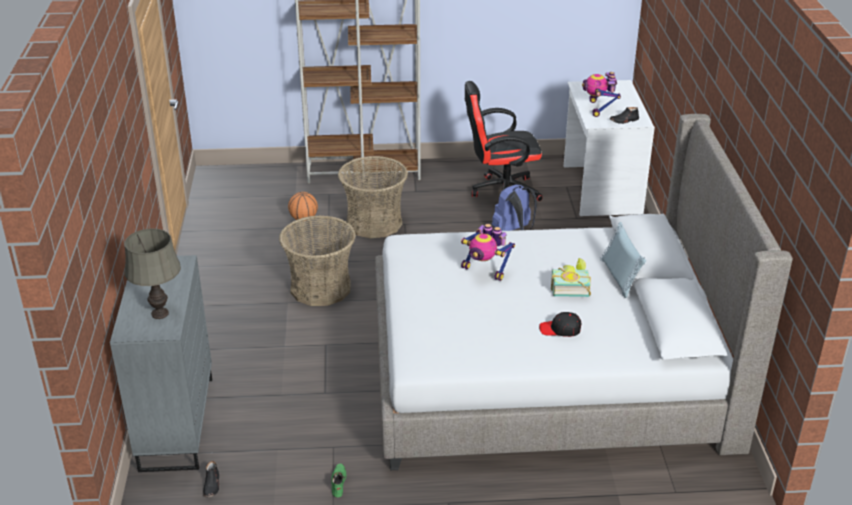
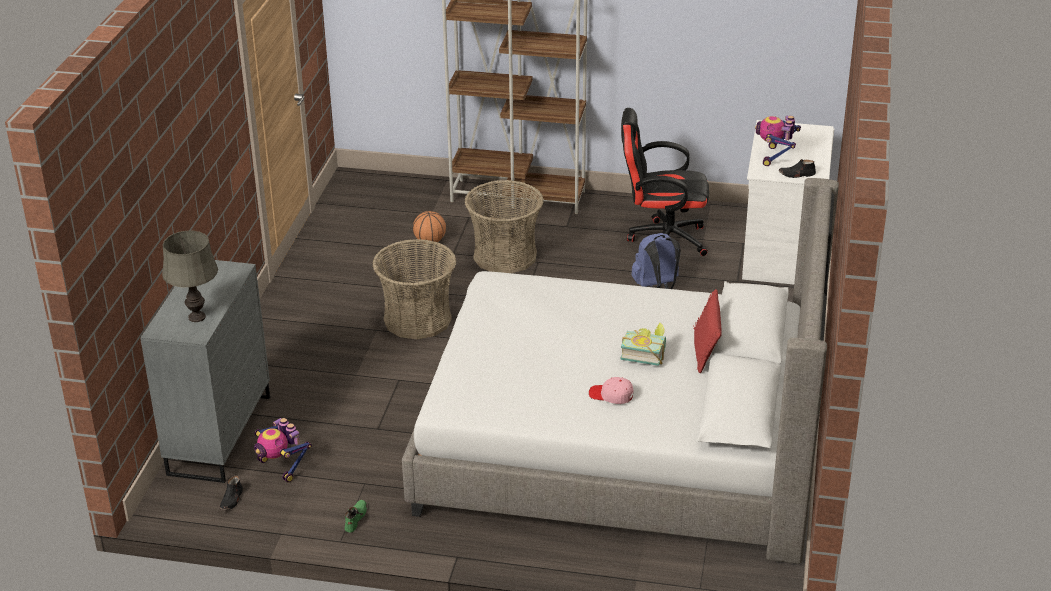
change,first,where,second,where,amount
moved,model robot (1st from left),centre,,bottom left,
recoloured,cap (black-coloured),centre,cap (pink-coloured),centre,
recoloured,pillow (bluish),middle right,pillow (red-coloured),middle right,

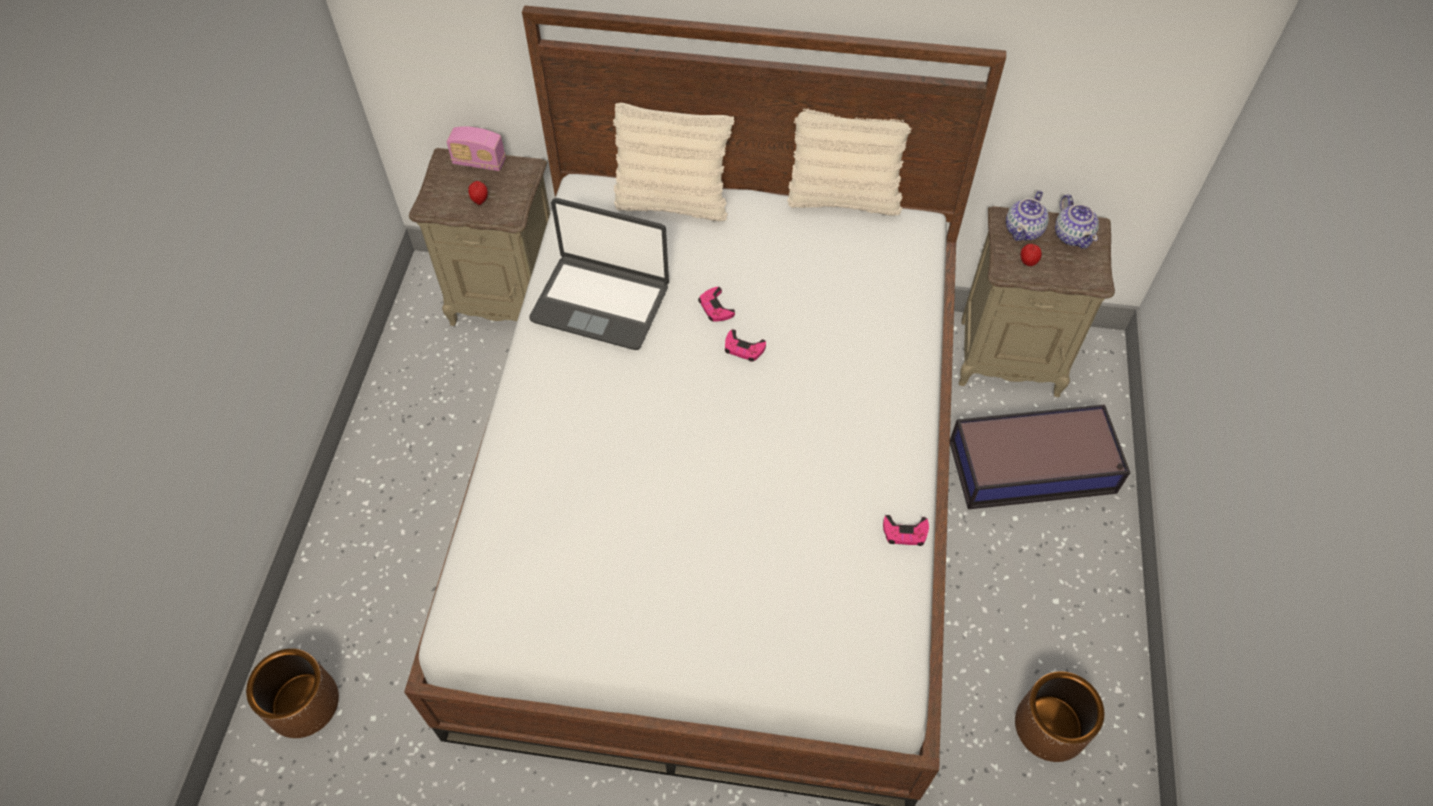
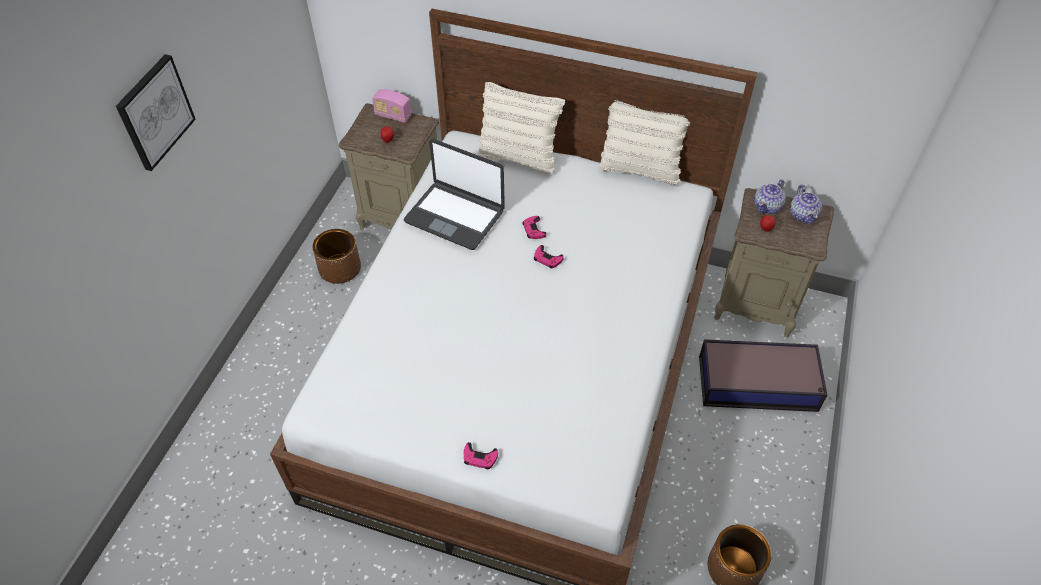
change,first,where,second,where,amount
added,,,wall picture,top left,
moved,planter (brown) (1st from left),bottom left,,middle left,
moved,game controller (pink-coloured) (3rd from left in the first image),centre,game controller (pink-coloured) (1st from left),bottom centre,

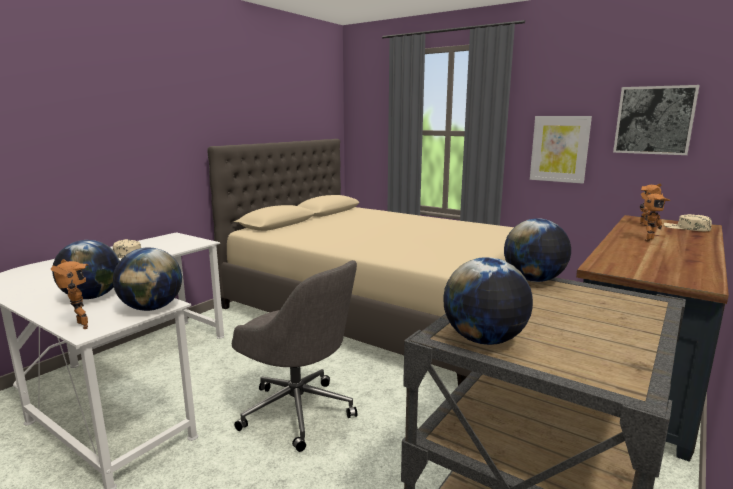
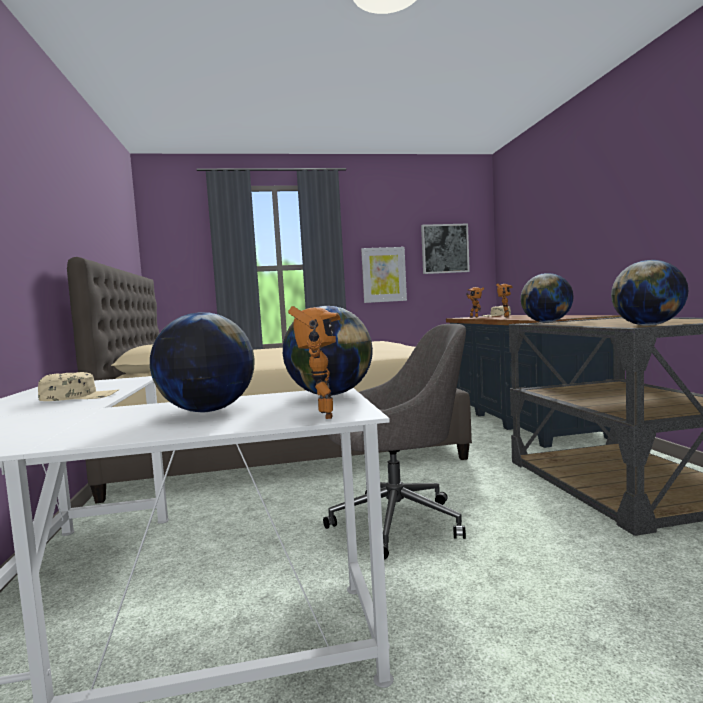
change,first,where,second,where,amount
turned,model robot (1st from left),middle left,,centre,75 degrees clockwise

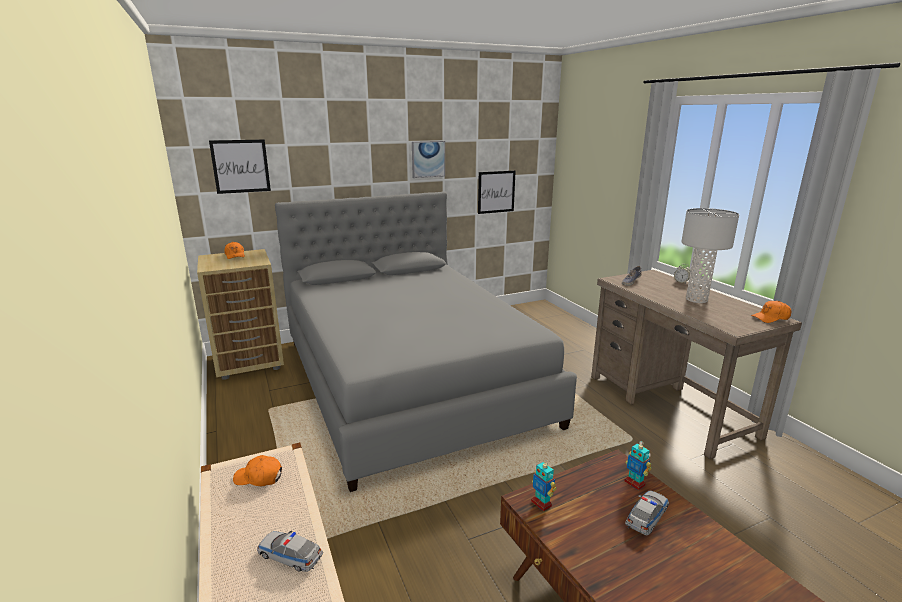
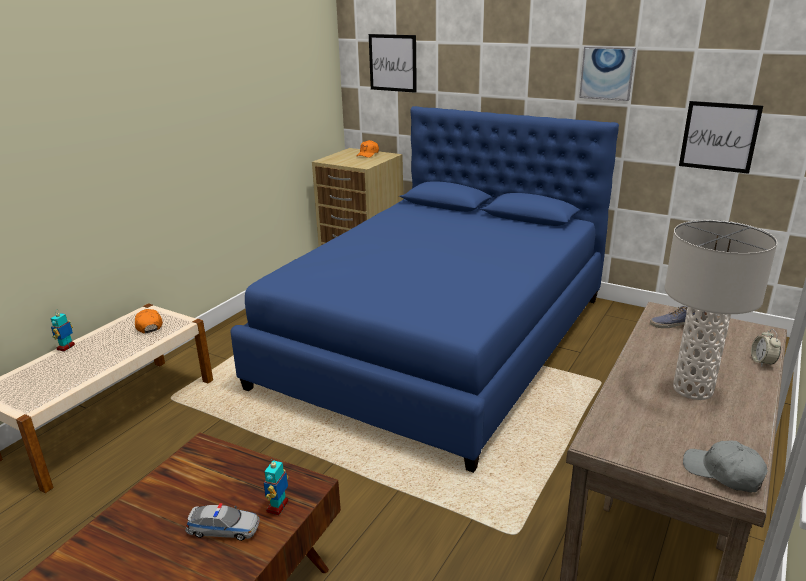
change,first,where,second,where,amount
removed,toy car (1st from left),bottom left,,,
moved,model robot (1st from left),bottom centre,,middle left,
recoloured,bed (greyish),centre,bed (bluish),centre,
recoloured,cap (orange-coloured) (3rd from left),middle right,cap (greyish),bottom right,

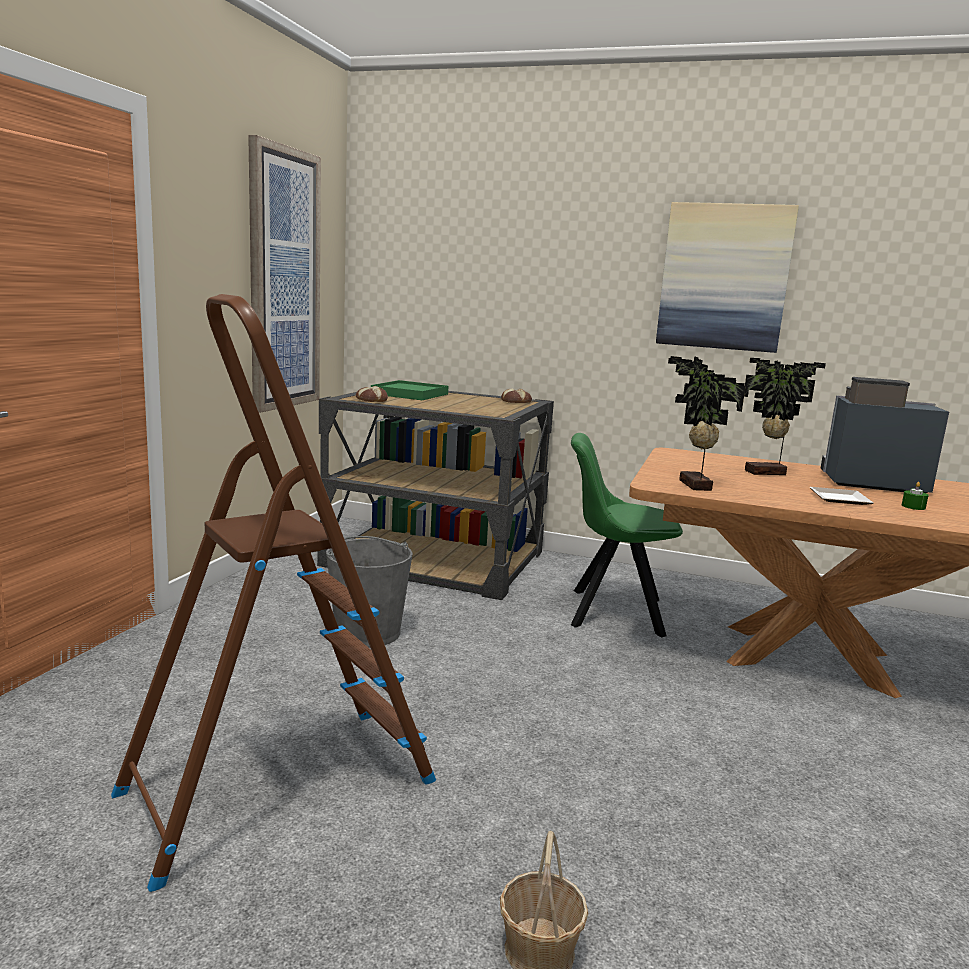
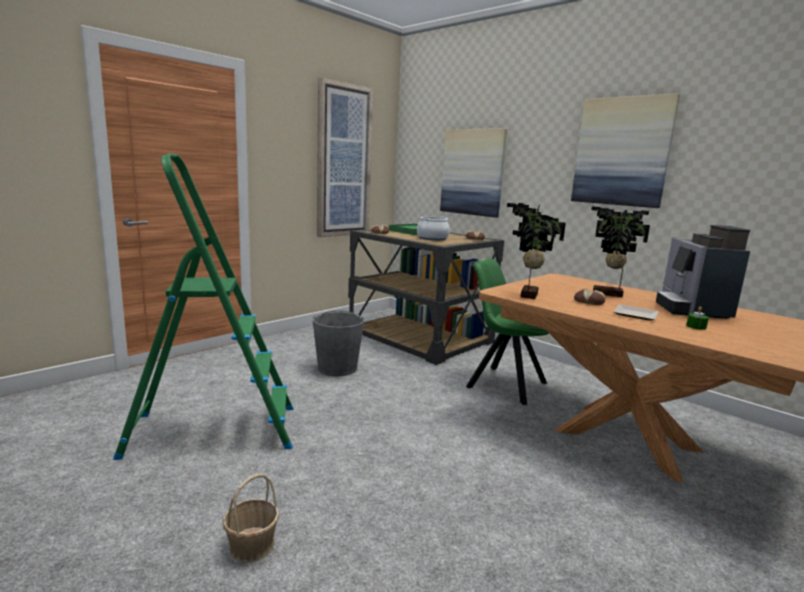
change,first,where,second,where,amount
added,,,cooking pot,centre,
added,,,wall picture (2nd from left),top centre,
added,,,bakery bread (3rd from left),middle right,
recoloured,stepladder (brown),middle left,stepladder (green),middle left,
turned,coffee brewer,middle right,,middle right,120 degrees counterclockwise

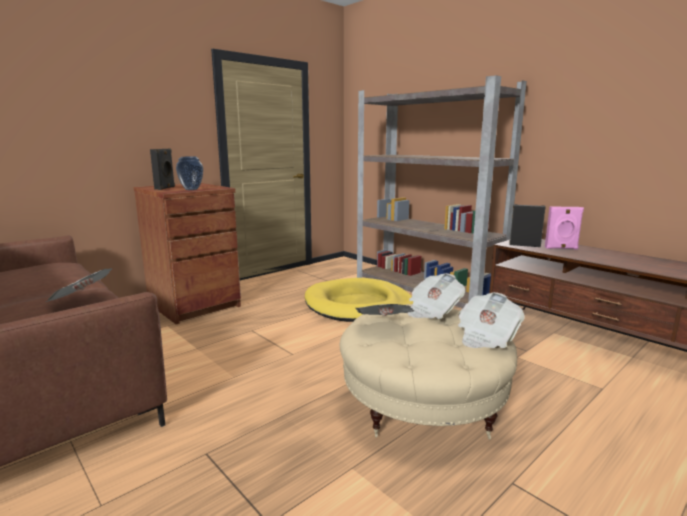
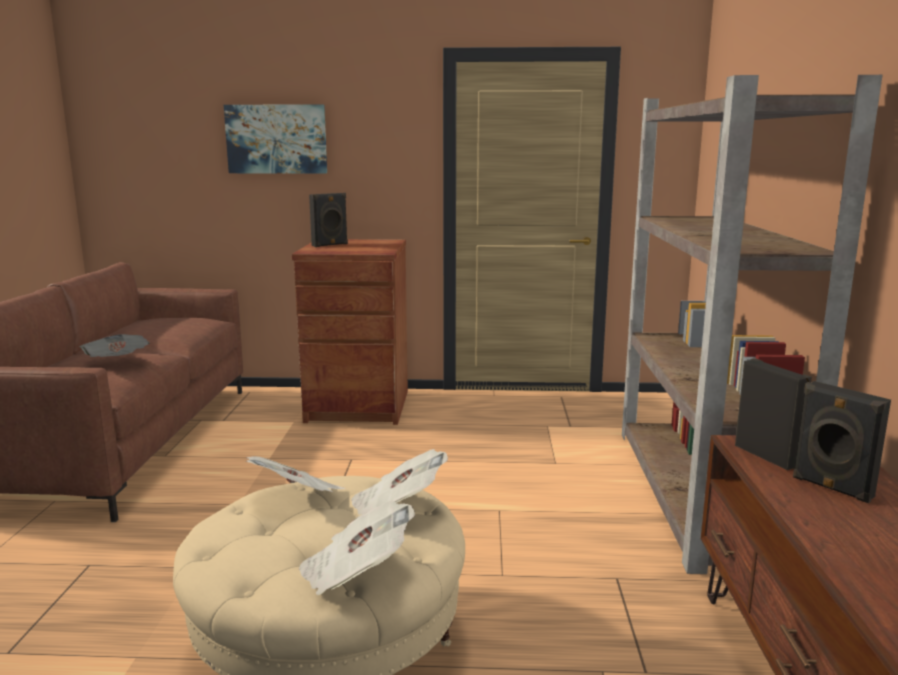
change,first,where,second,where,amount
removed,decorative vase,middle left,,,
removed,dog cushion (yellow-coloured),centre,,,
added,,,wall picture,top left,
recoloured,speaker (pink-coloured),middle right,speaker (black-coloured) (3rd from left),middle right,

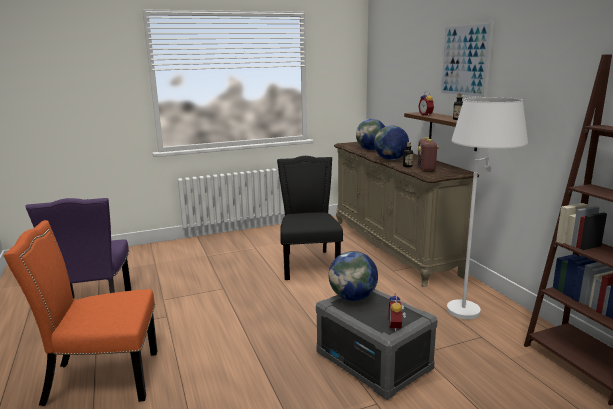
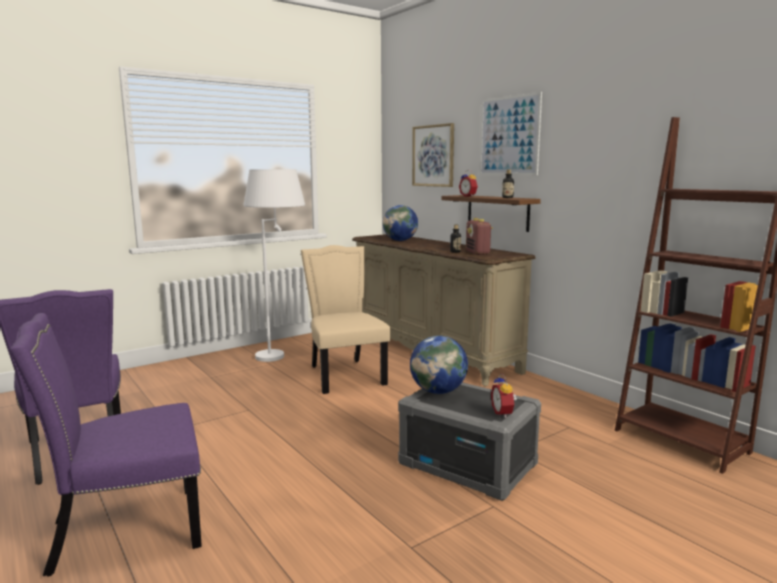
change,first,where,second,where,amount
removed,desk globe (3rd from left),centre,,,
added,,,wall picture (1st from left),top centre,
moved,standing lamp (white-coloured),middle right,,centre,
recoloured,chair (orange-coloured),bottom left,chair (purplish) (2nd from left),bottom left,
recoloured,chair (black-coloured),centre,chair (beige),centre,

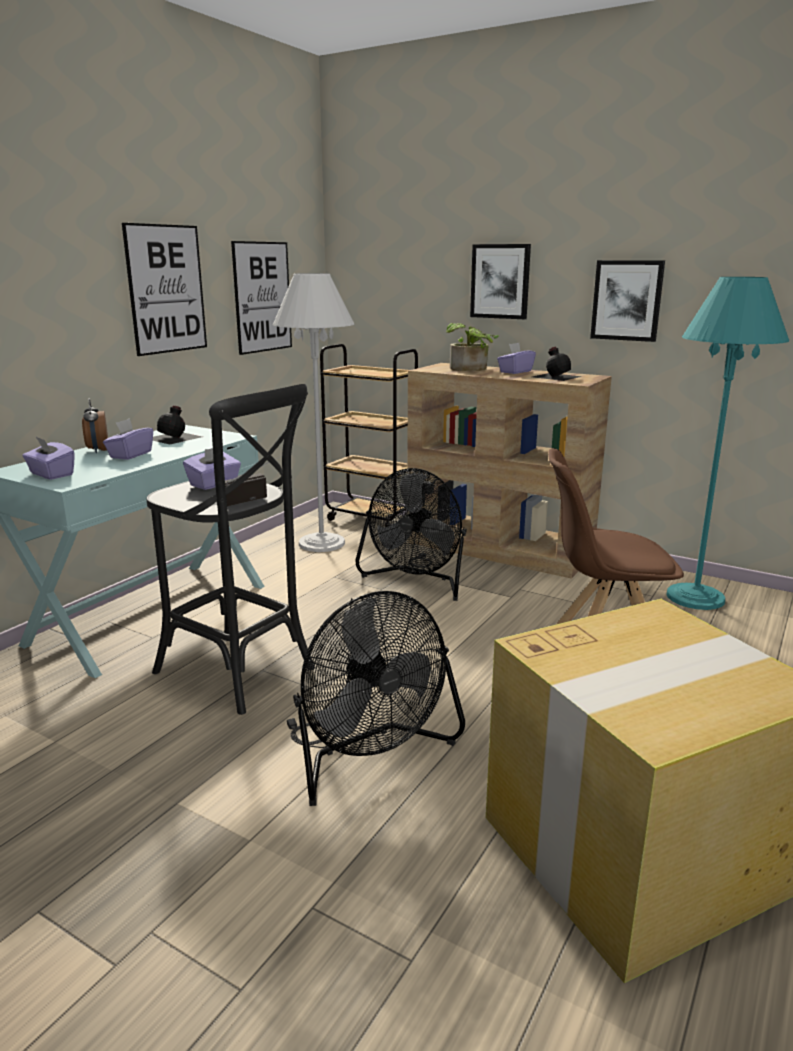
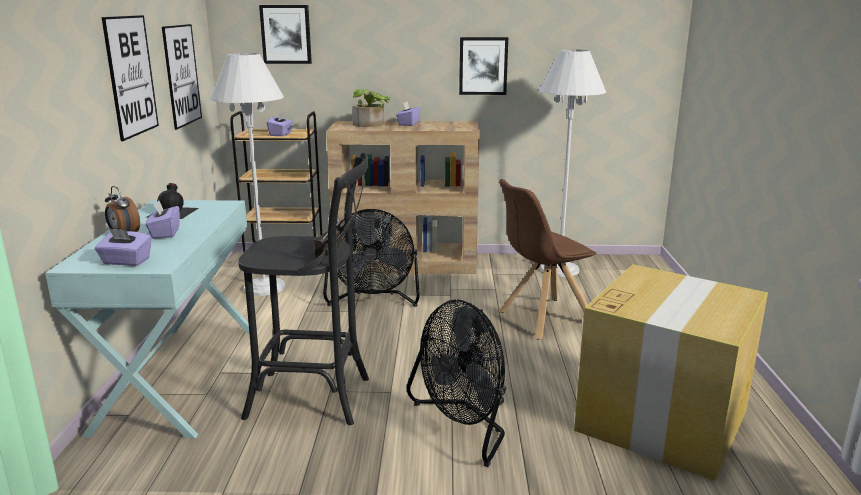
change,first,where,second,where,amount
removed,bottle (black-coloured) (2nd from left),middle right,,,
moved,box of tissues (purplish) (3rd from left),middle left,,top left,
moved,wall picture (3rd from left),top centre,,top left,
recoloured,standing lamp (turquoise-coloured),middle right,standing lamp (white-coloured) (2nd from left),top centre,
turned,fan (black-coloured) (1st from left in the first image),centre,fan (black-coloured) (2nd from left),bottom centre,120 degrees clockwise

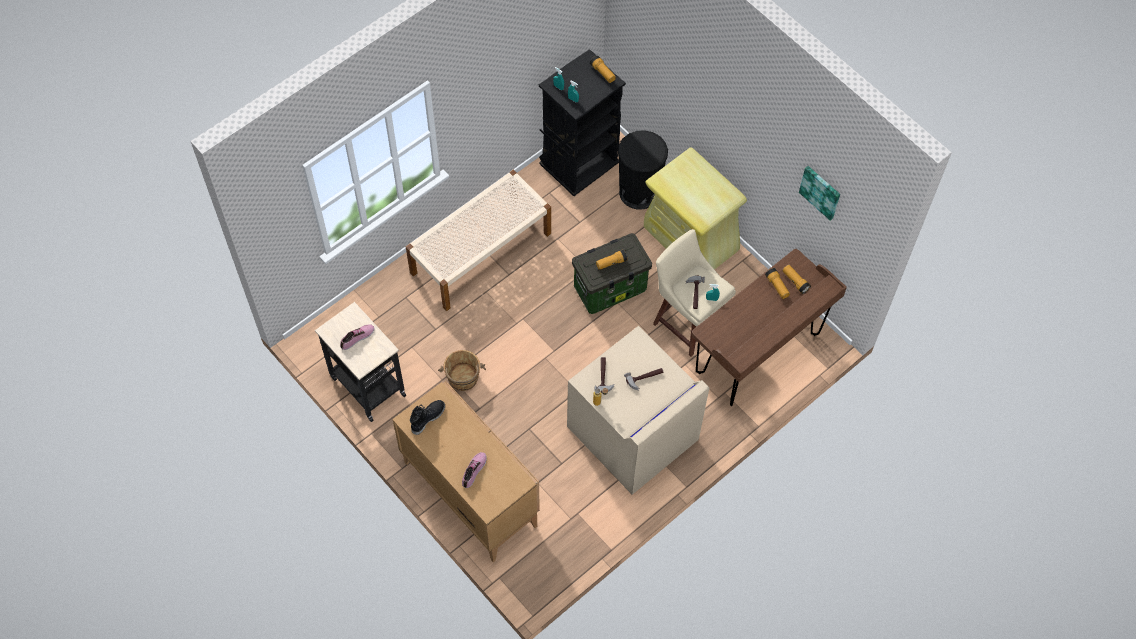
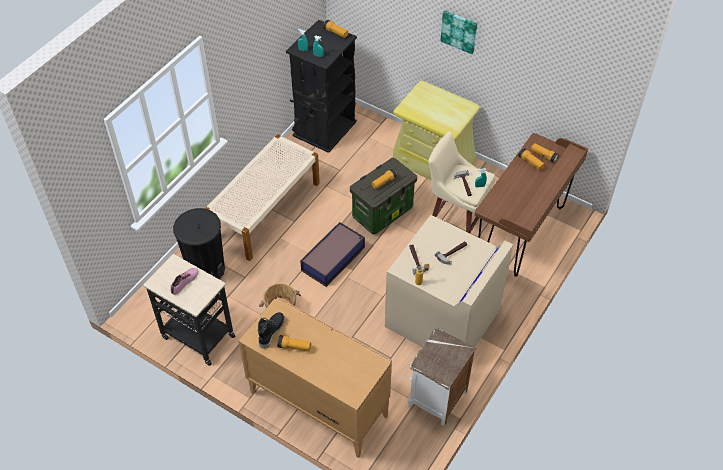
change,first,where,second,where,amount
removed,shoe (2nd from left),bottom centre,,,
added,,,torch (1st from left),bottom centre,
added,,,storage bin (1st from left),centre,
added,,,night table (white-coloured),bottom centre,
moved,rubbish bin (black-coloured),top centre,,middle left,
moved,wall picture,top right,,top centre,

